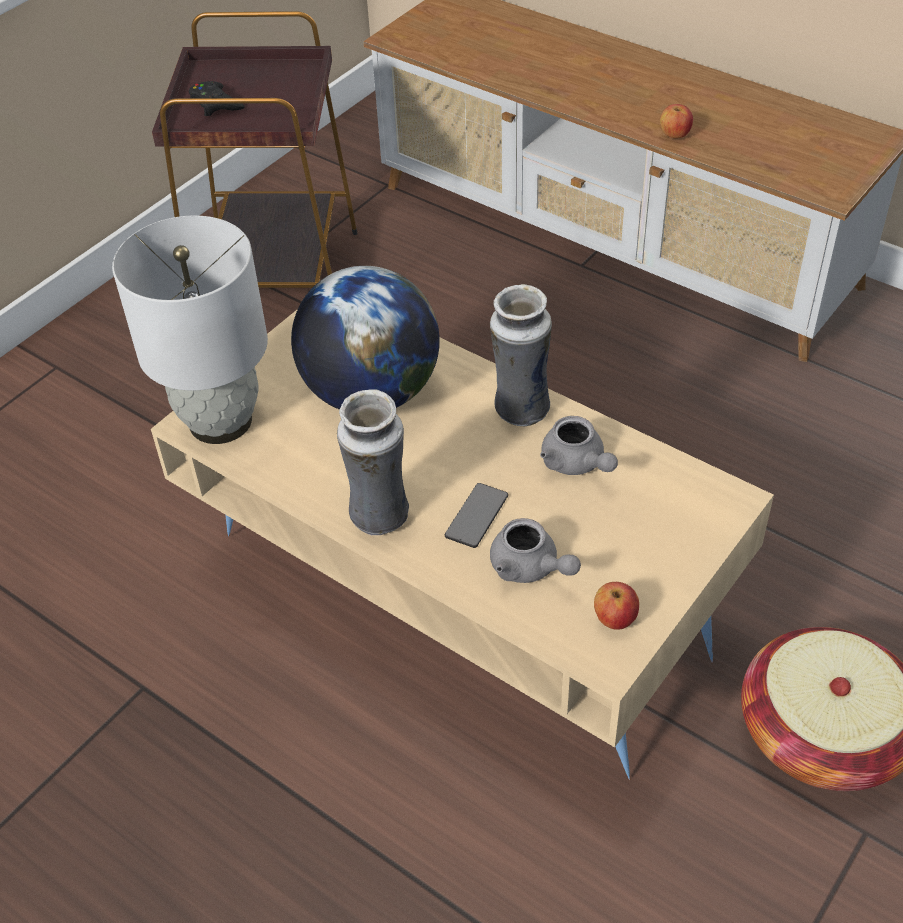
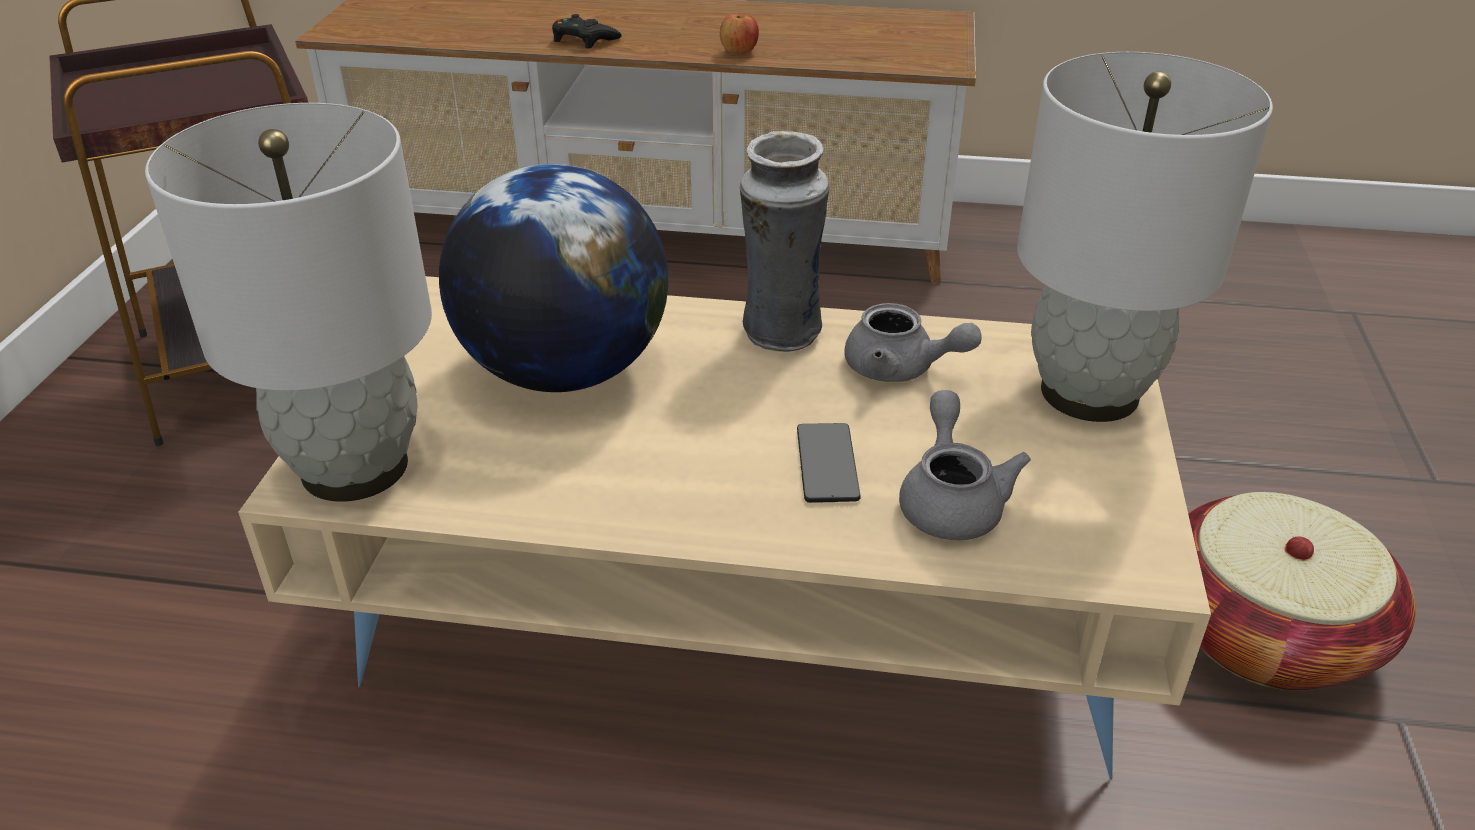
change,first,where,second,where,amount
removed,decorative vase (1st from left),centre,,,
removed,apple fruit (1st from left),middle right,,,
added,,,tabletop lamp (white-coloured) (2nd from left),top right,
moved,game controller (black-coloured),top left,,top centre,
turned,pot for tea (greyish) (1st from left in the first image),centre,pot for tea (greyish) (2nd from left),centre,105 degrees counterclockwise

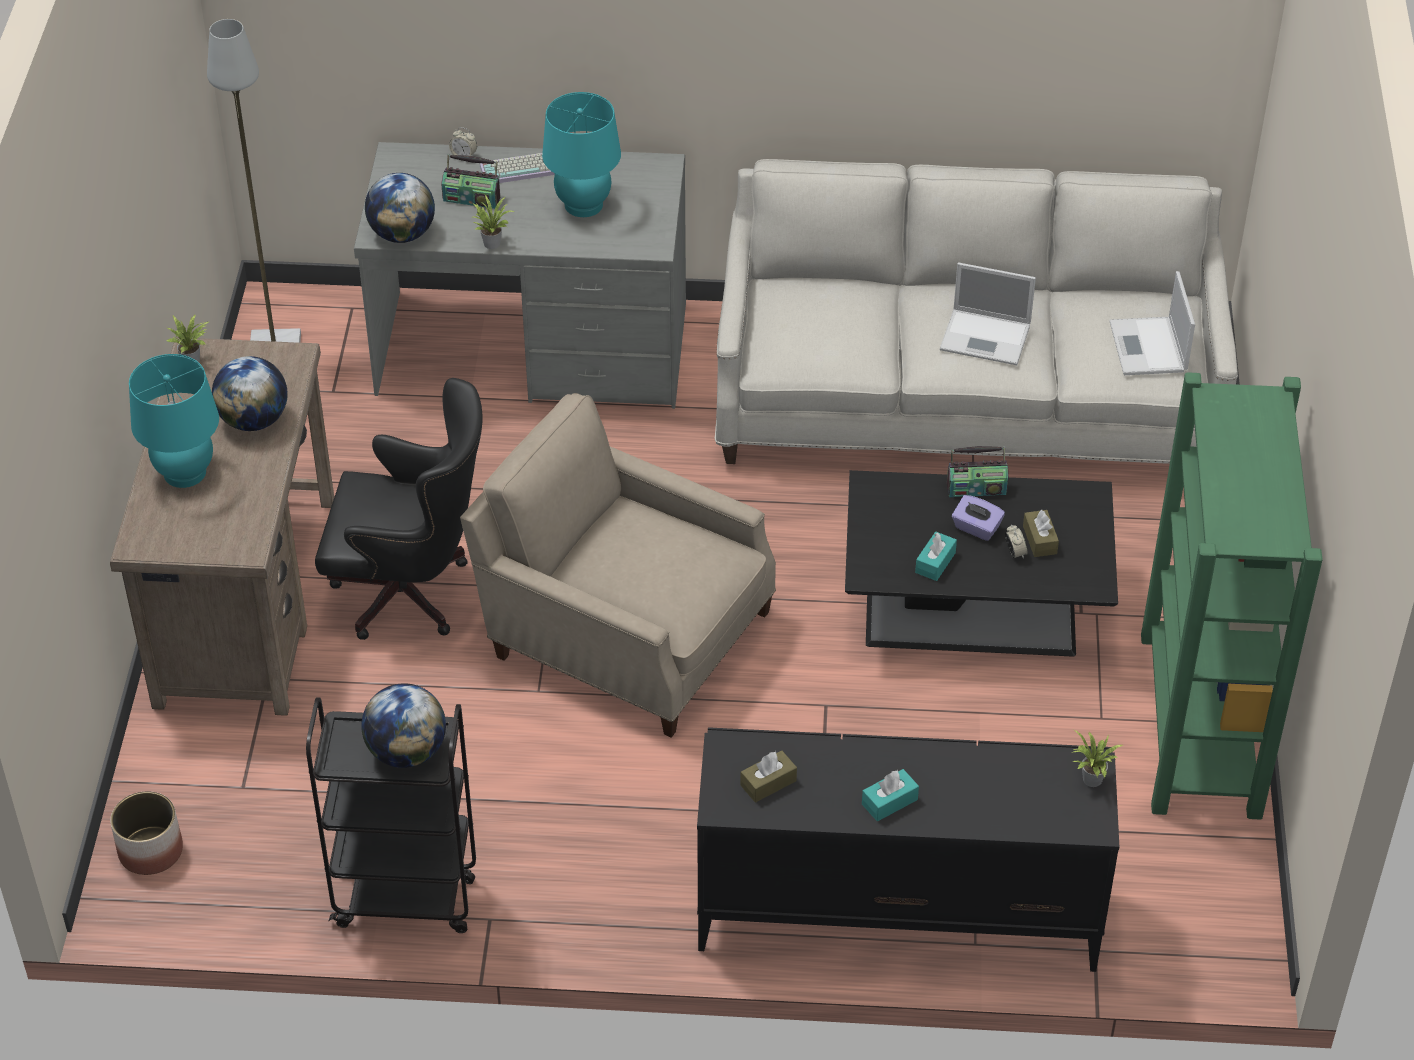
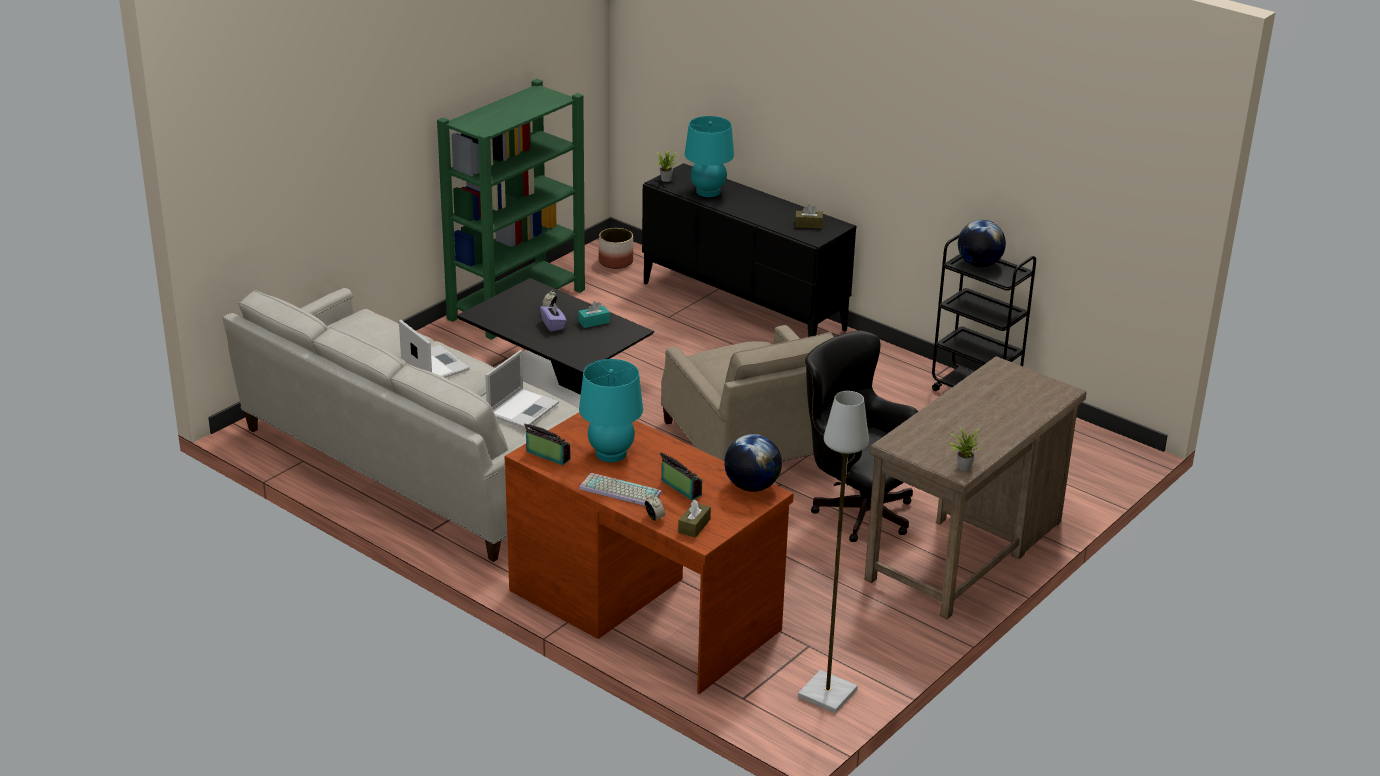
change,first,where,second,where,amount
removed,desk globe (1st from left),middle left,,,
removed,houseplant (2nd from left),top centre,,,
removed,box of tissues (turquoise-coloured) (1st from left),bottom centre,,,
moved,planter,bottom left,,top centre,
moved,tabletop lamp (turquoise-coloured) (1st from left in the first image),middle left,tabletop lamp (turquoise-coloured) (2nd from left),top centre,
moved,radio (2nd from left in the first image),middle right,radio (1st from left),centre,
moved,box of tissues (brown) (2nd from left in the first image),middle right,box of tissues (brown) (1st from left),bottom centre,
moved,notebook computer (2nd from left),top right,,centre,
recoloured,desk (greyish),top centre,desk (brown) (1st from left),bottom centre,

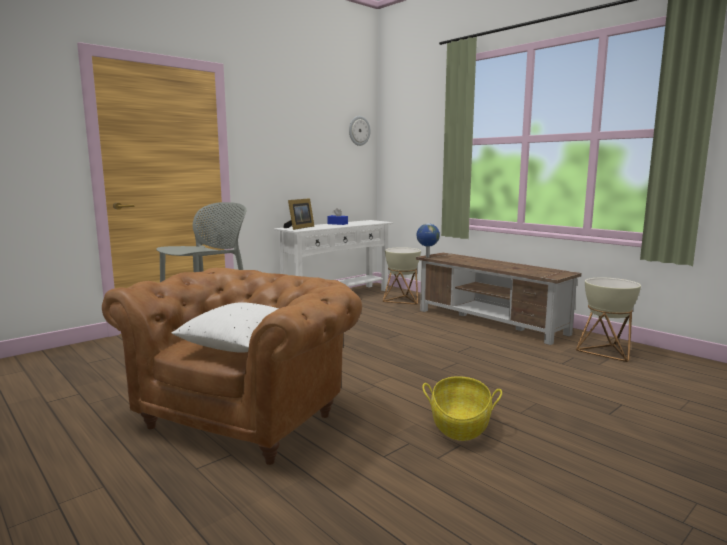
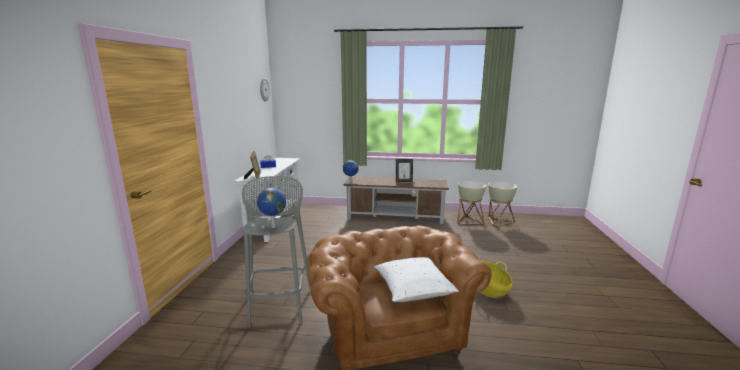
change,first,where,second,where,amount
added,,,desk globe (1st from left),centre,
added,,,photo frame (2nd from left),centre,
moved,planter (1st from left in the first image),centre,planter (2nd from left),middle right,

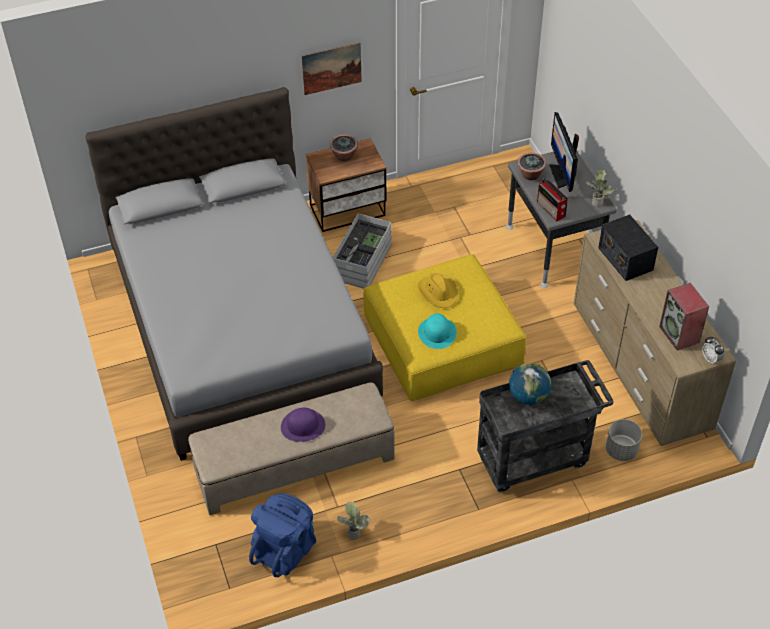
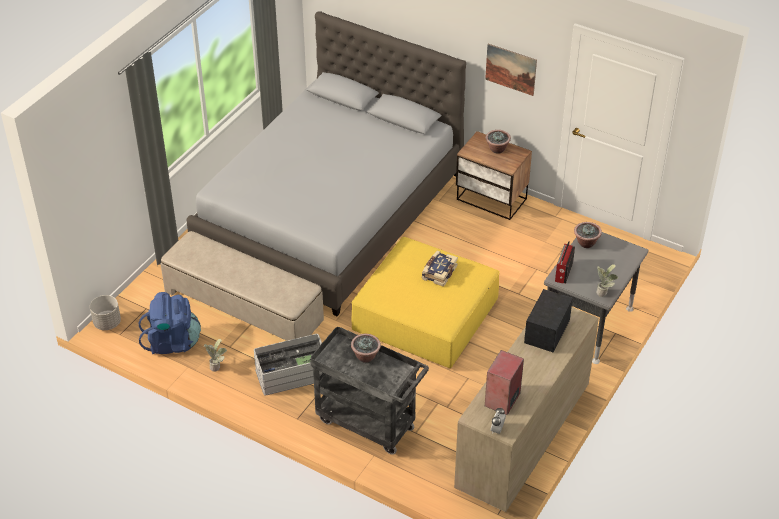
change,first,where,second,where,amount
removed,hat (purplish),bottom centre,,,
removed,hat (turquoise-coloured),centre,,,
removed,computer display,top right,,,
moved,storage bin (greyish),centre,,bottom centre,
moved,planter (greyish),bottom right,,middle left,
replaced,hat (yellow-coloured),centre,bound book,centre,
replaced,desk globe,middle right,houseplant (2nd from left),bottom centre,

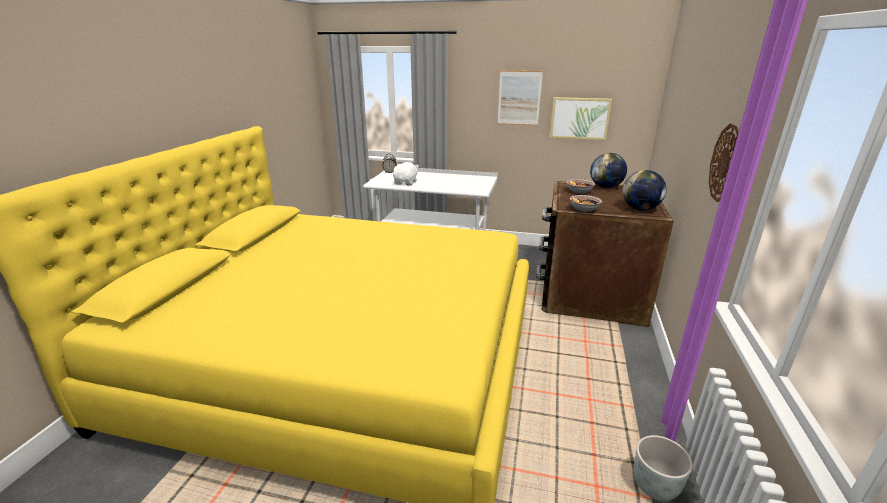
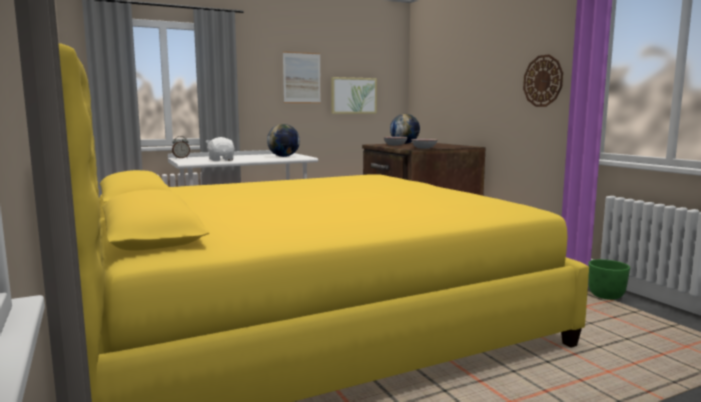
change,first,where,second,where,amount
moved,desk globe (2nd from left in the first image),middle right,desk globe (1st from left),centre,
recoloured,planter (greyish),bottom right,planter (green),bottom right,

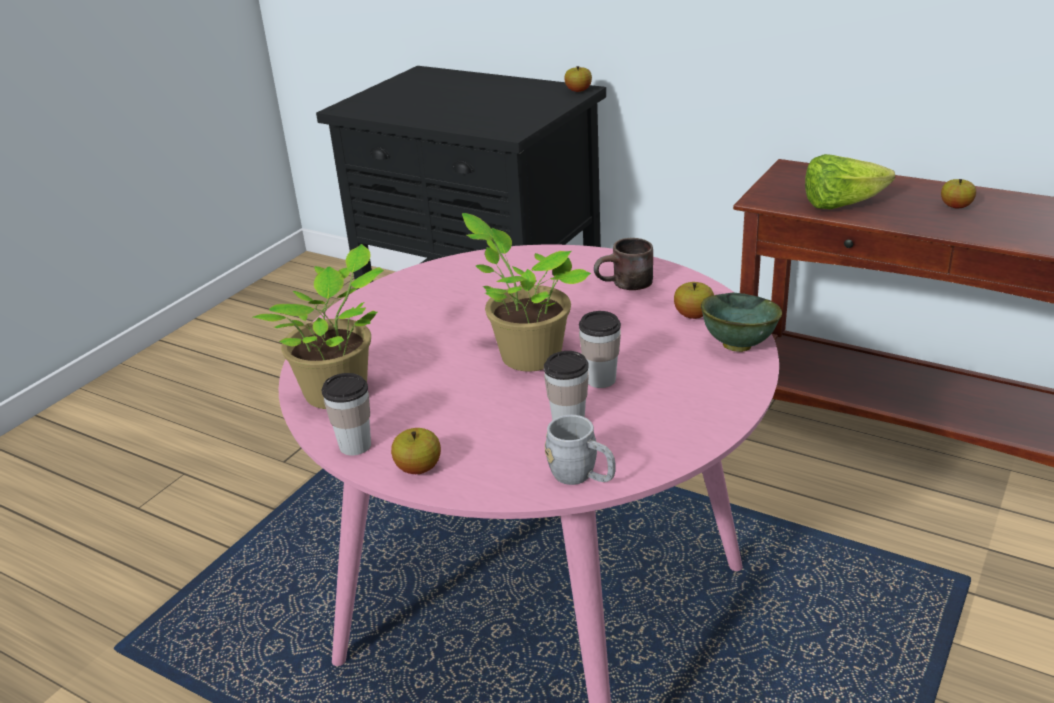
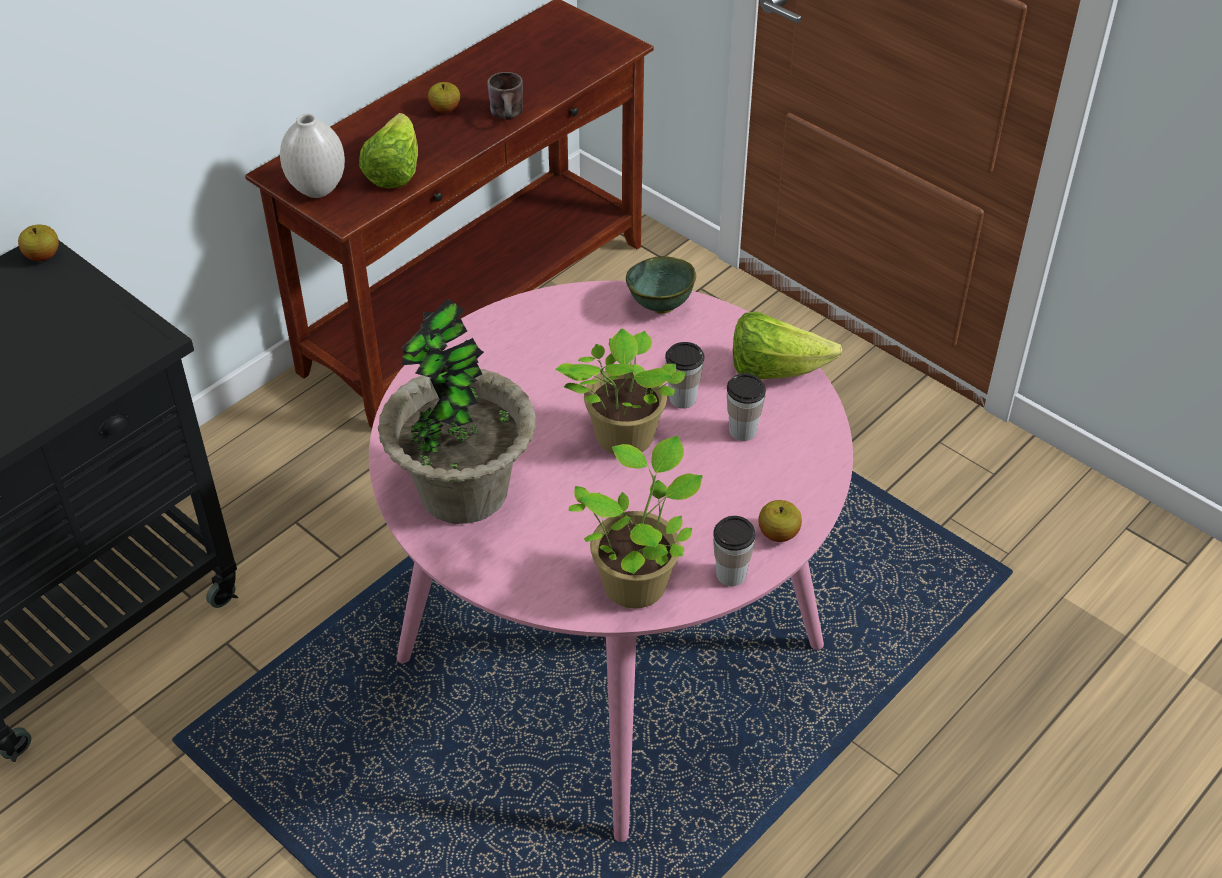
change,first,where,second,where,amount
removed,mug (greyish),centre,,,
removed,apple fruit (3rd from left),centre,,,
added,,,decorative vase (white-coloured),top left,
added,,,houseplant (1st from left),centre,
added,,,head of lettuce (2nd from left),centre,
moved,mug (brown),centre,,top centre,

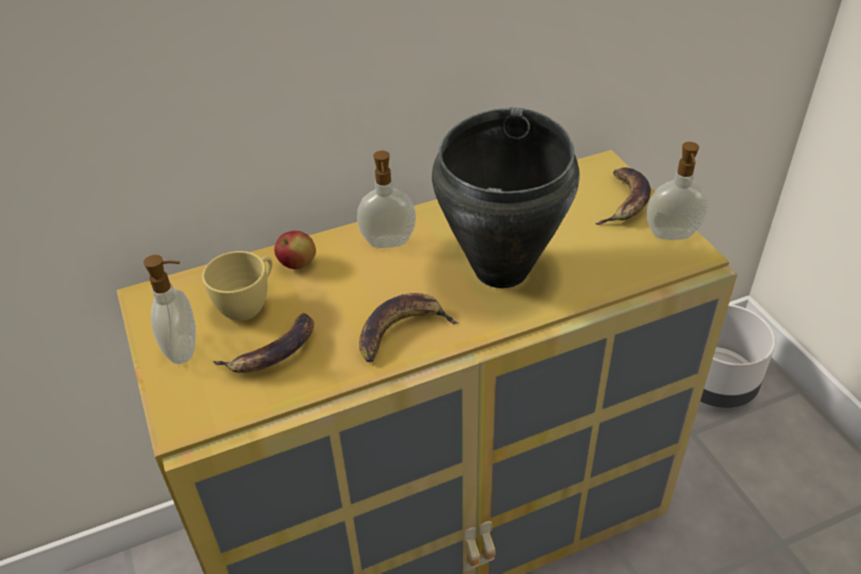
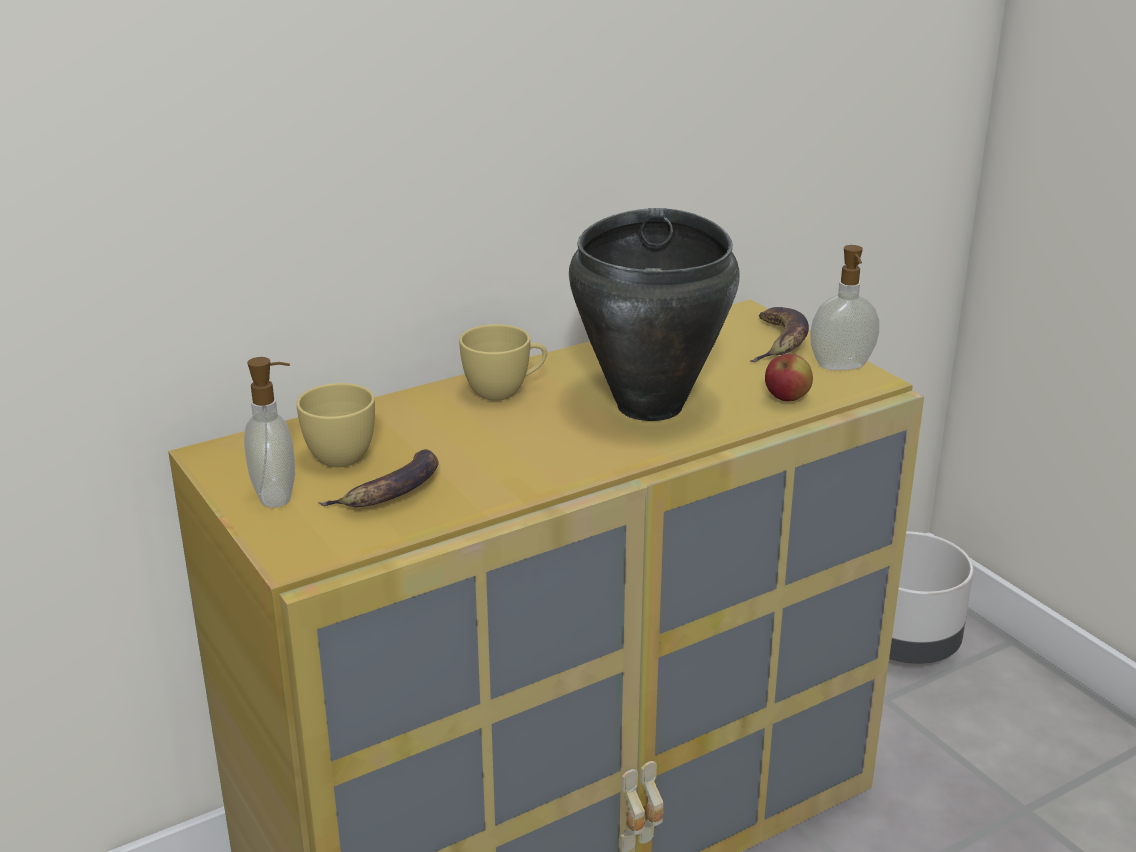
change,first,where,second,where,amount
removed,banana fruit (2nd from left),centre,,,
moved,apple fruit,centre,,middle right,
replaced,liquid soap bottle (2nd from left),centre,cup (yellow-coloured) (2nd from left),centre,

